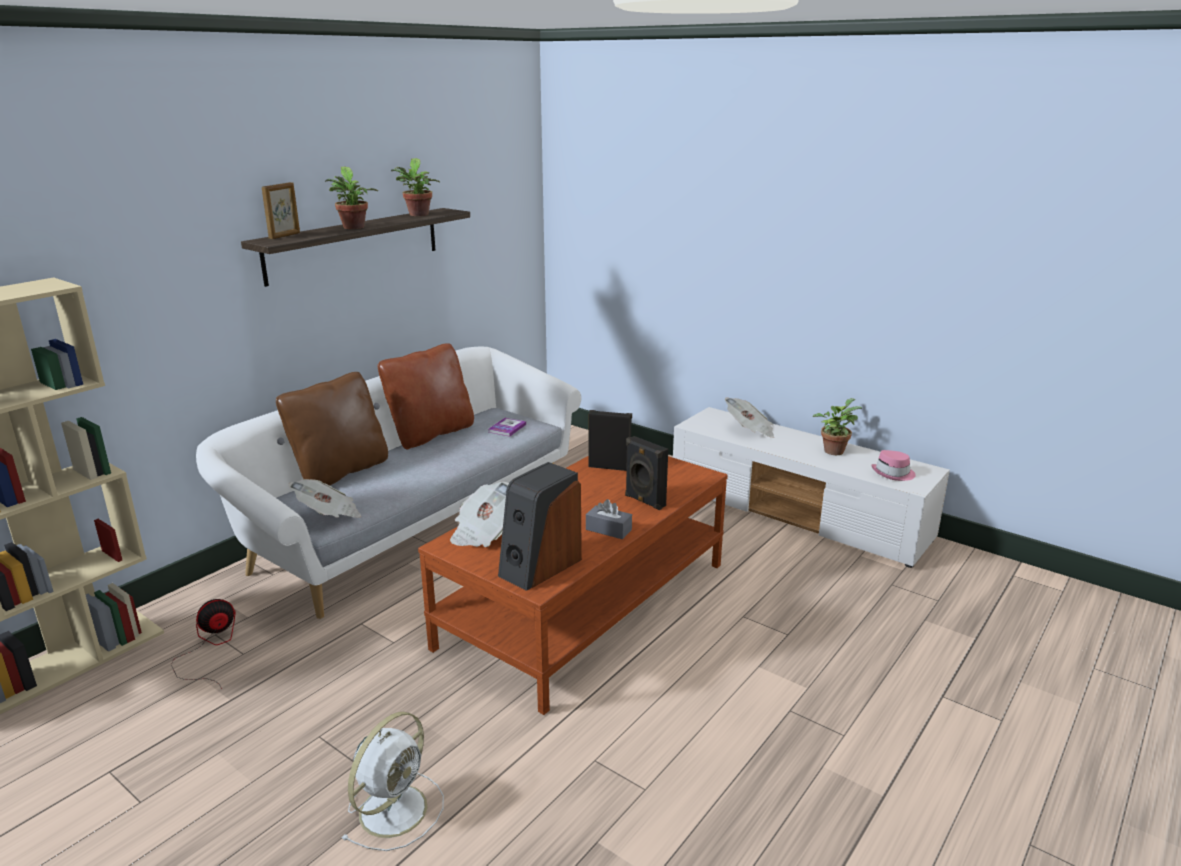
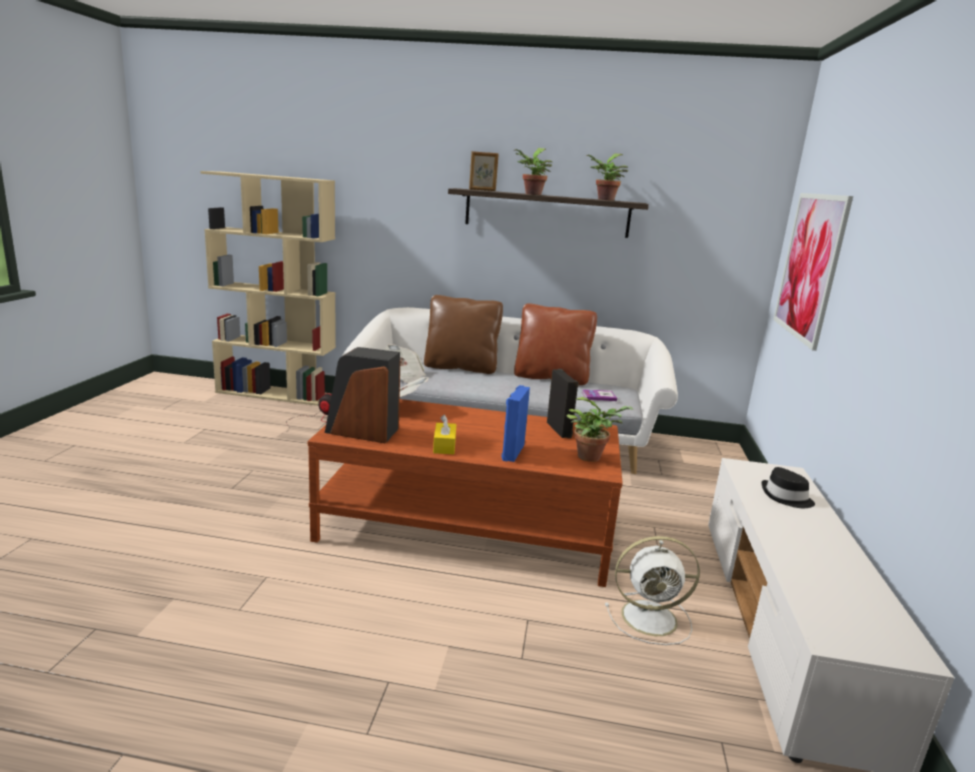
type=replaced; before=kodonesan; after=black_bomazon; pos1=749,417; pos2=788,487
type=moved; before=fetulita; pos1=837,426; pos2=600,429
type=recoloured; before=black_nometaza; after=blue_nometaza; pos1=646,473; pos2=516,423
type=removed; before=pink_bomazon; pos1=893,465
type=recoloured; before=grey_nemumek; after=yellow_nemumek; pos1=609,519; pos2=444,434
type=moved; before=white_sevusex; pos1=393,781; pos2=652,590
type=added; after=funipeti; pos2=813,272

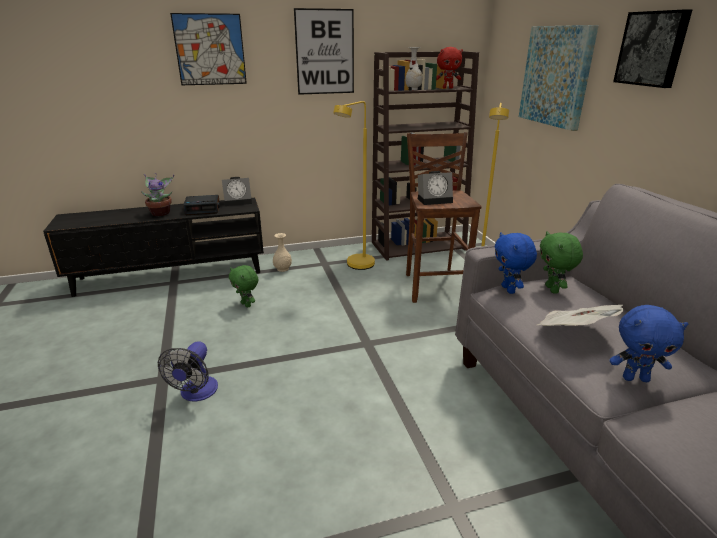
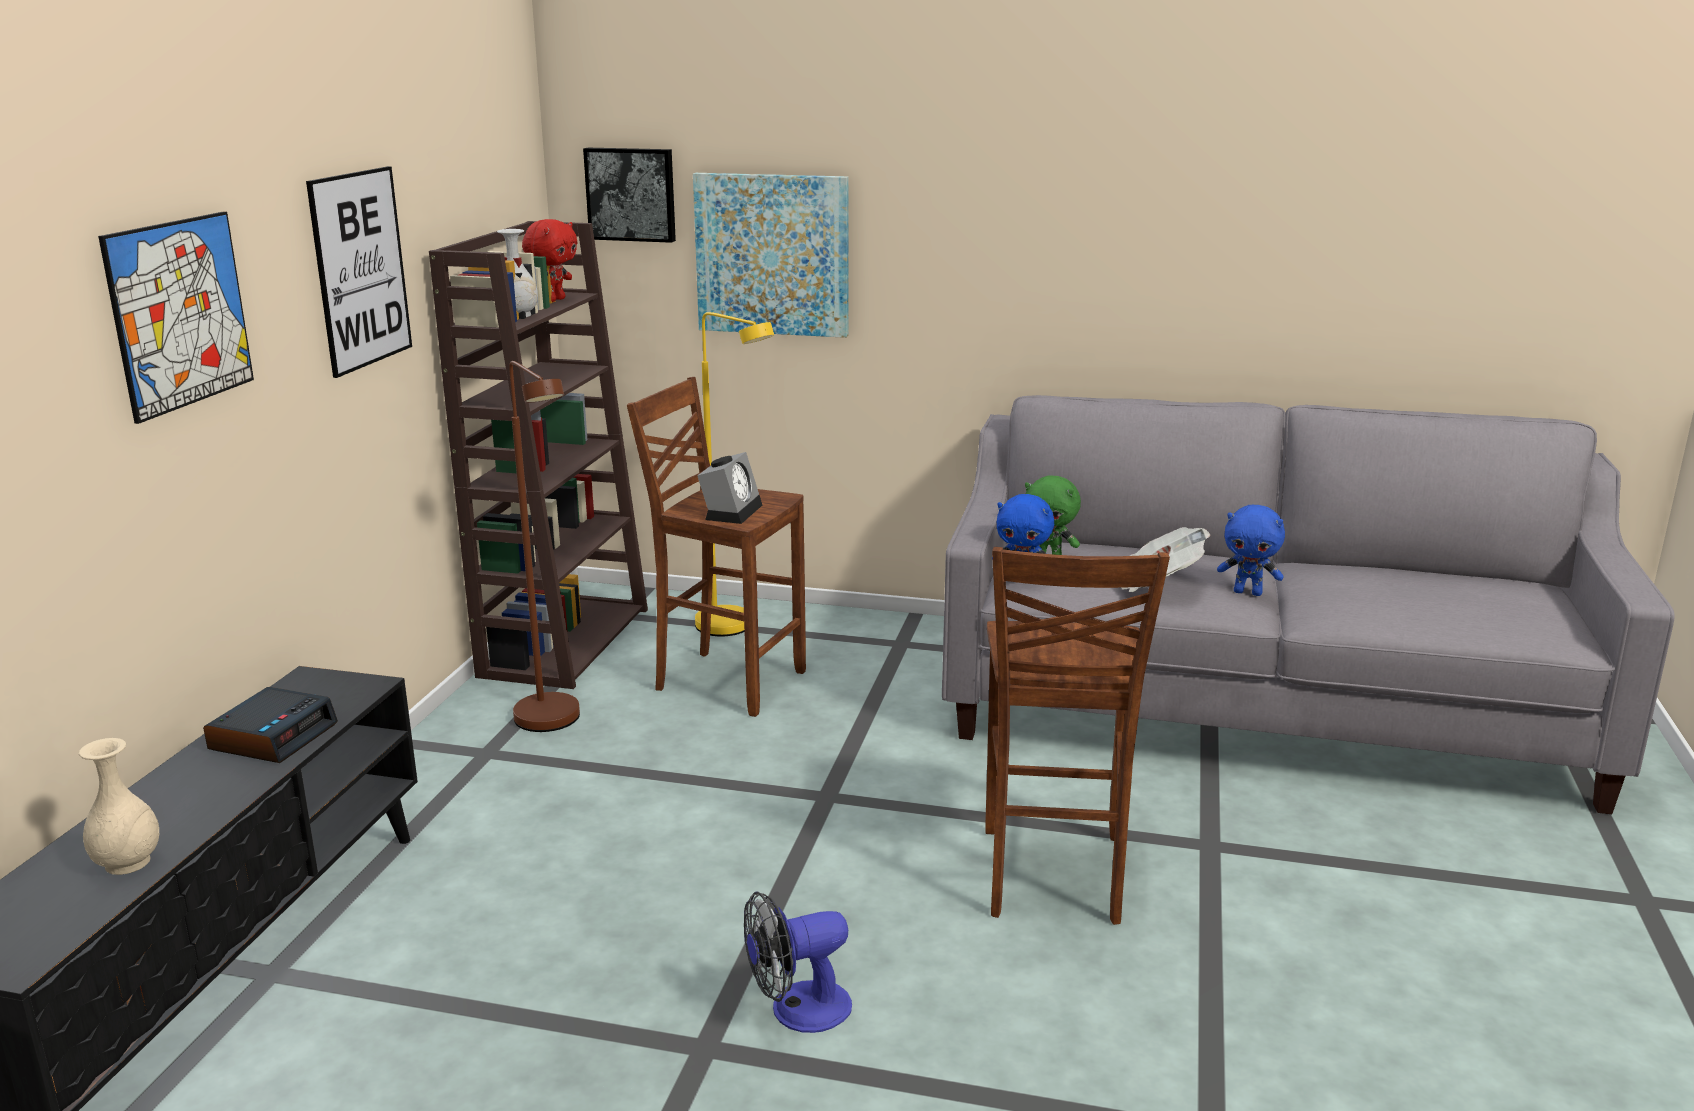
type=moved; before=funipeti; pos1=652,48; pos2=629,195
type=recoloured; before=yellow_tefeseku; after=brown_tefeseku; pos1=354,185; pos2=544,546
type=removed; before=fetulita; pos1=157,194
type=removed; before=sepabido; pos1=237,191
type=moved; before=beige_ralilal; pos1=282,252; pos2=119,806
type=removed; before=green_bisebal; pos1=243,286
type=turned; before=blue_bisebal; pos1=649,343; pos2=1251,550; turn=75
type=turned; before=sevusex; pos1=188,371; pos2=798,962; turn=120
type=added; after=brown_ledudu; pos2=1077,736

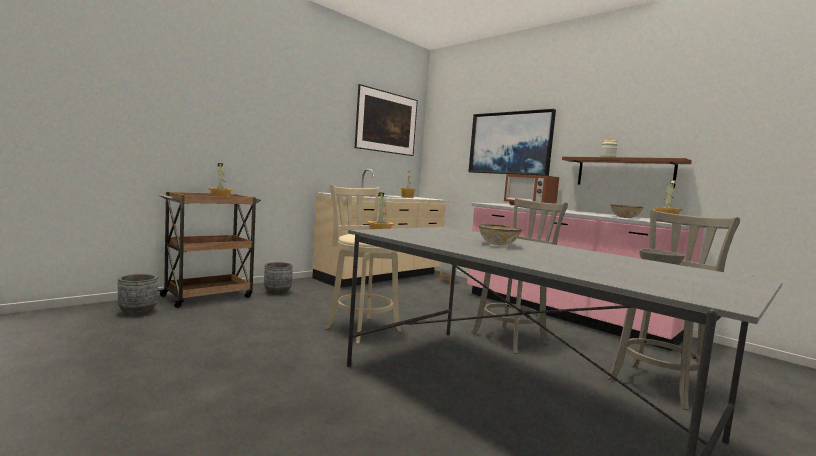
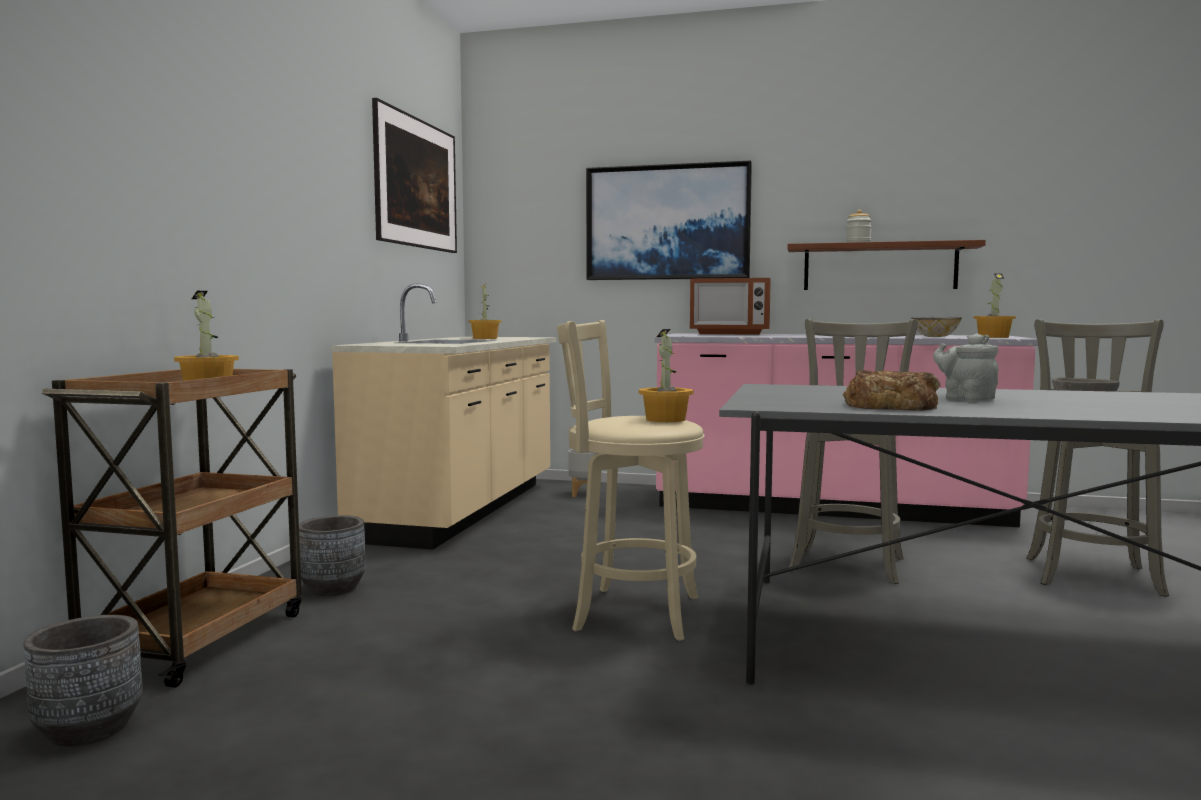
type=replaced; before=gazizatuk; after=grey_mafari; pos1=500,235; pos2=966,367
type=added; after=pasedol; pos2=892,390

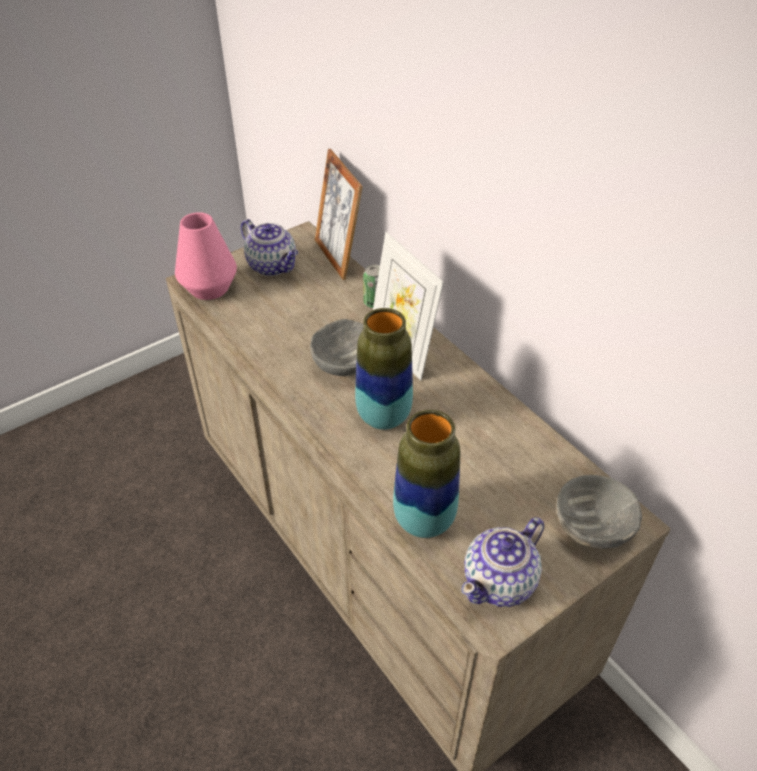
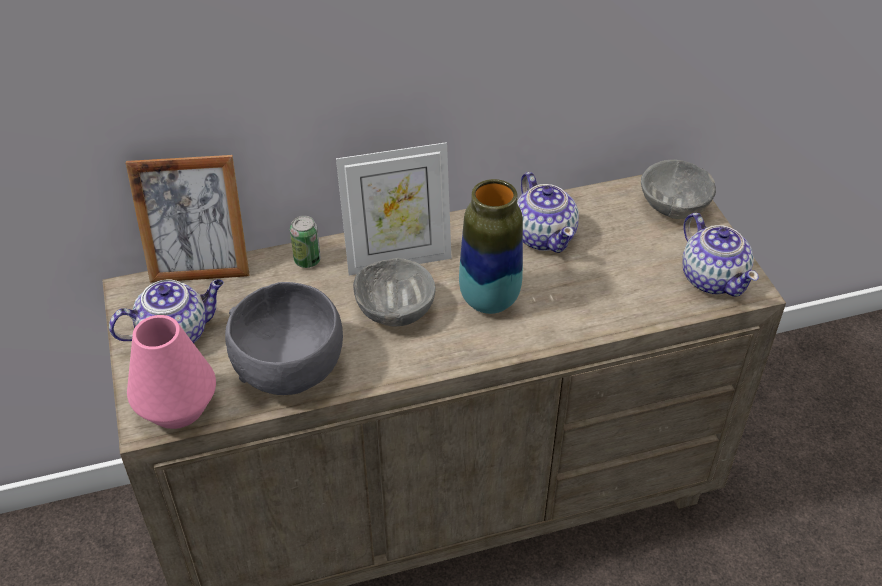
type=removed; before=ralilal; pos1=426,474
type=added; after=mafari; pos2=548,212
type=added; after=grey_gazizatuk; pos2=284,338

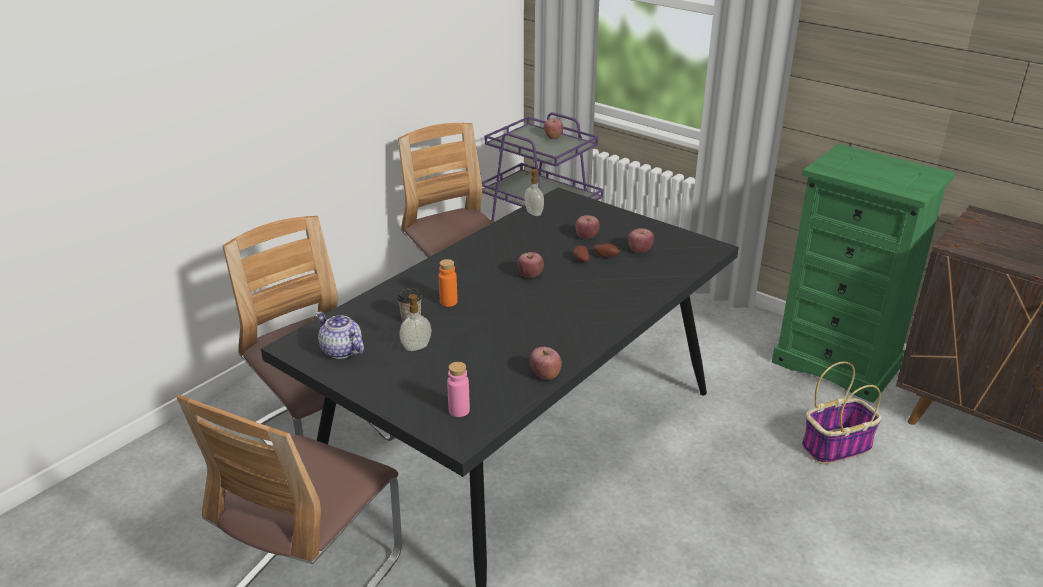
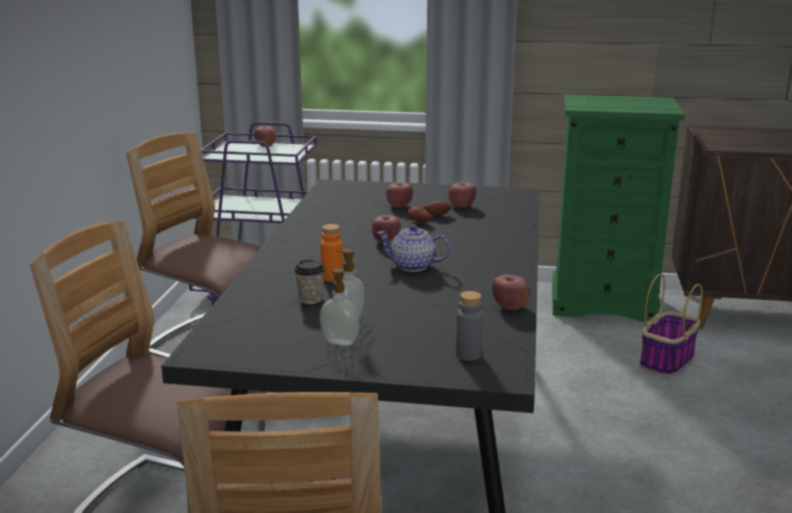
type=moved; before=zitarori; pos1=534,192; pos2=340,307
type=moved; before=mafari; pos1=340,335; pos2=413,248
type=recoloured; before=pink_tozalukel; after=grey_tozalukel; pos1=458,389; pos2=469,326

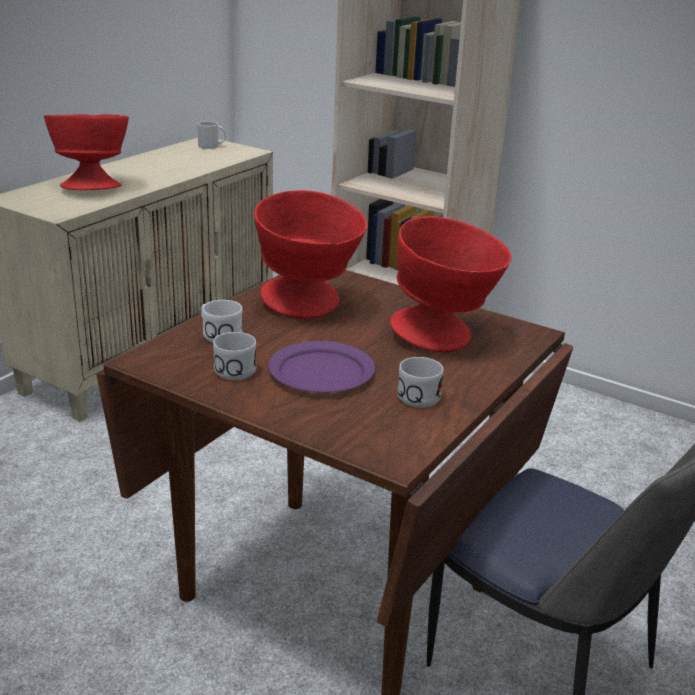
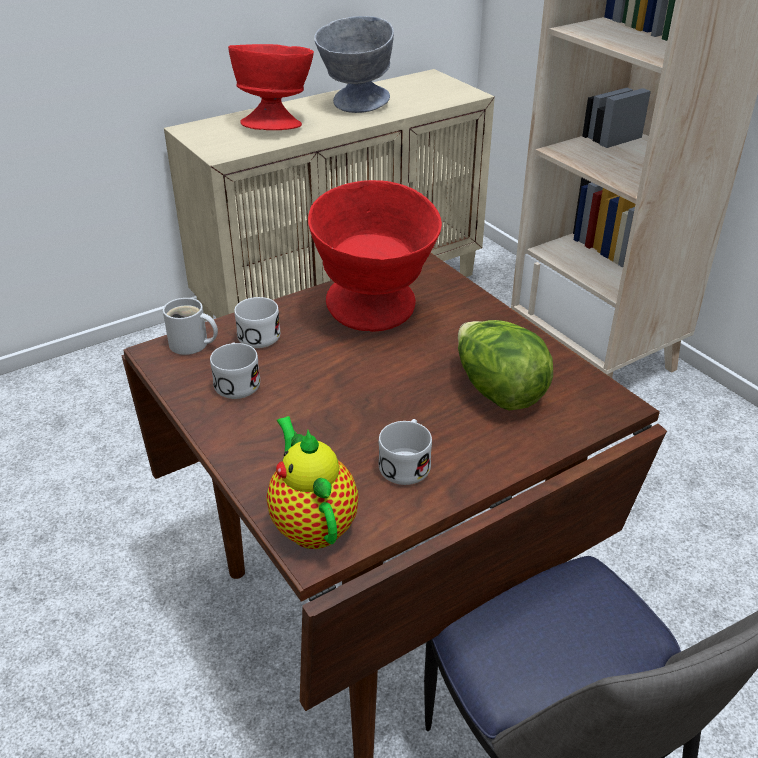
type=moved; before=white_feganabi; pos1=211,135; pos2=190,326
type=replaced; before=red_gazizatuk; after=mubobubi; pos1=450,284; pos2=505,365
type=removed; before=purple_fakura; pos1=321,367
type=added; after=grey_gazizatuk; pos2=354,64
type=added; after=mafari; pos2=313,482

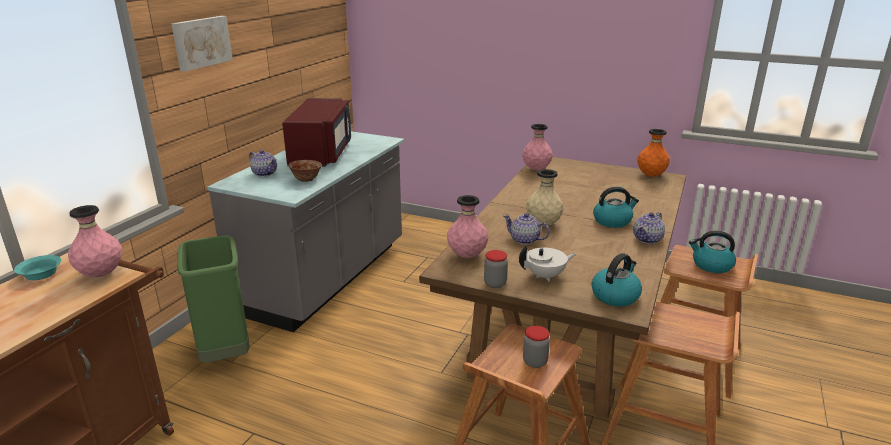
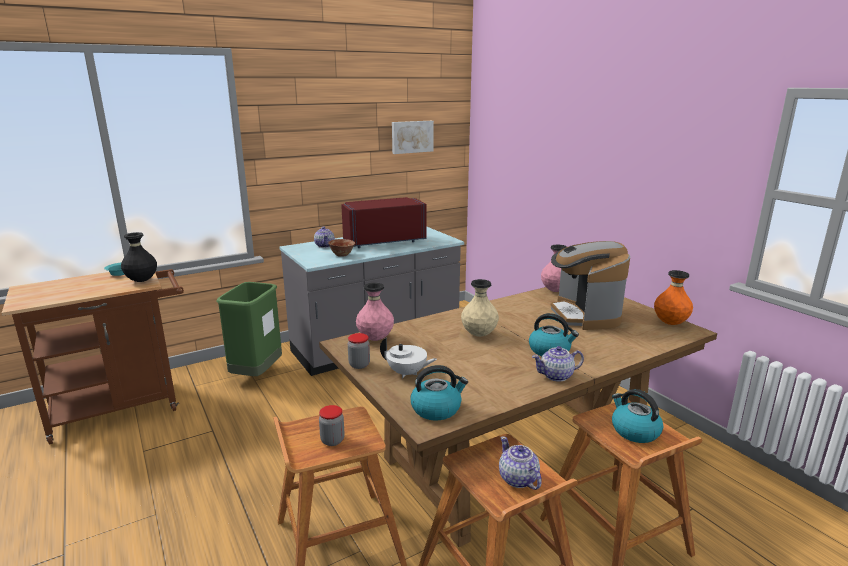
type=moved; before=funipeti; pos1=202,44; pos2=413,137
type=turned; before=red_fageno; pos1=316,132; pos2=383,222; turn=-150
type=recoloured; before=pink_ralilal; after=black_ralilal; pos1=95,241; pos2=139,257
type=moved; before=mafari; pos1=526,229; pos2=520,463
type=added; after=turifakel; pos2=590,285

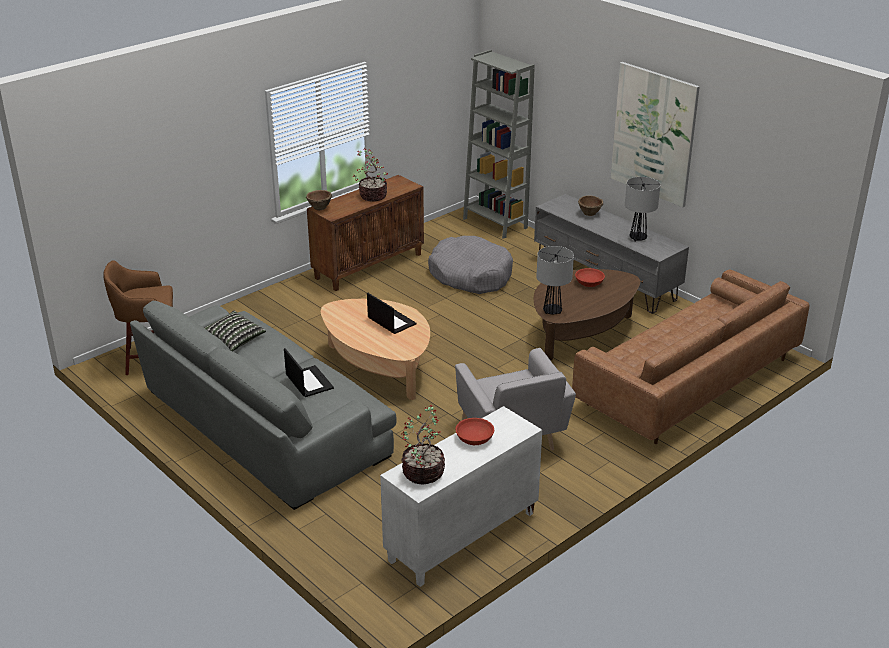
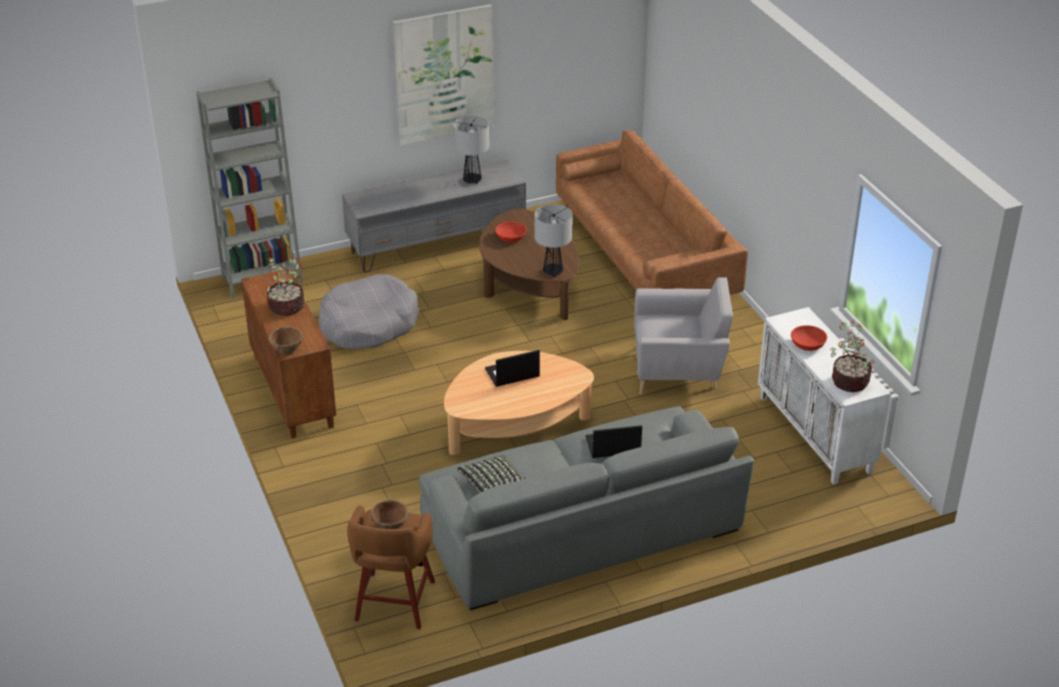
type=moved; before=brown_gazizatuk; pos1=590,205; pos2=389,514

